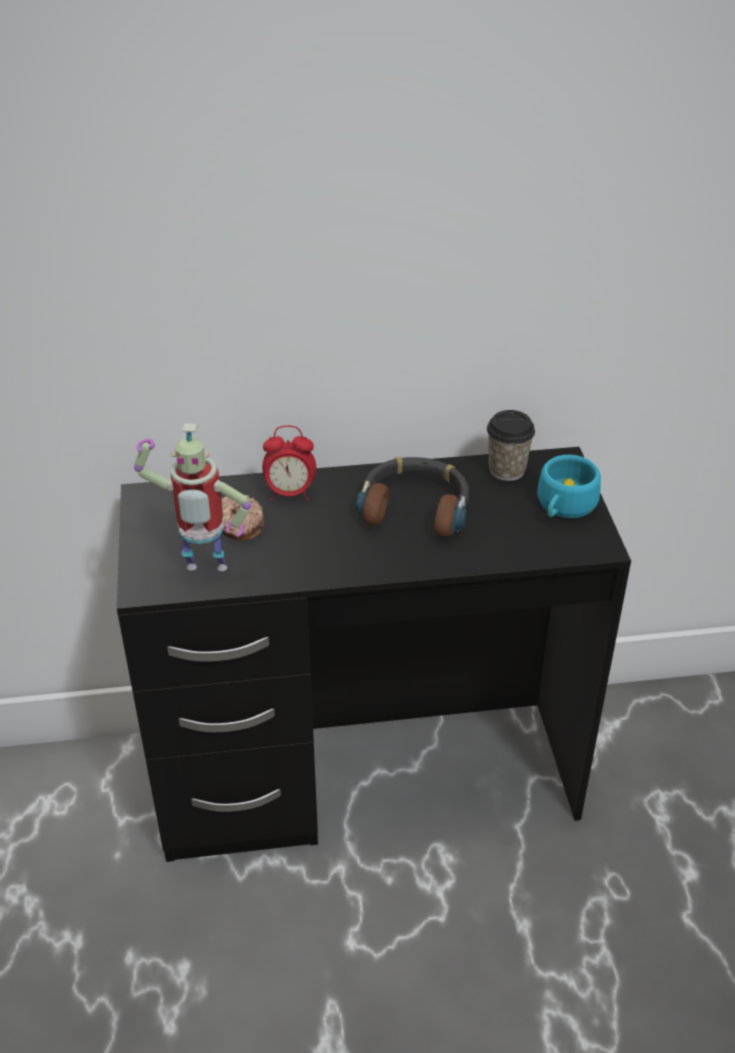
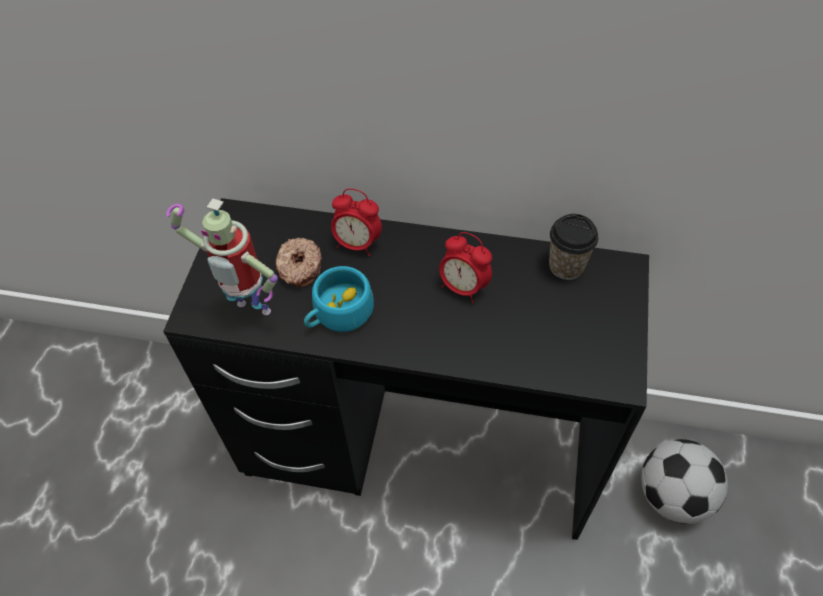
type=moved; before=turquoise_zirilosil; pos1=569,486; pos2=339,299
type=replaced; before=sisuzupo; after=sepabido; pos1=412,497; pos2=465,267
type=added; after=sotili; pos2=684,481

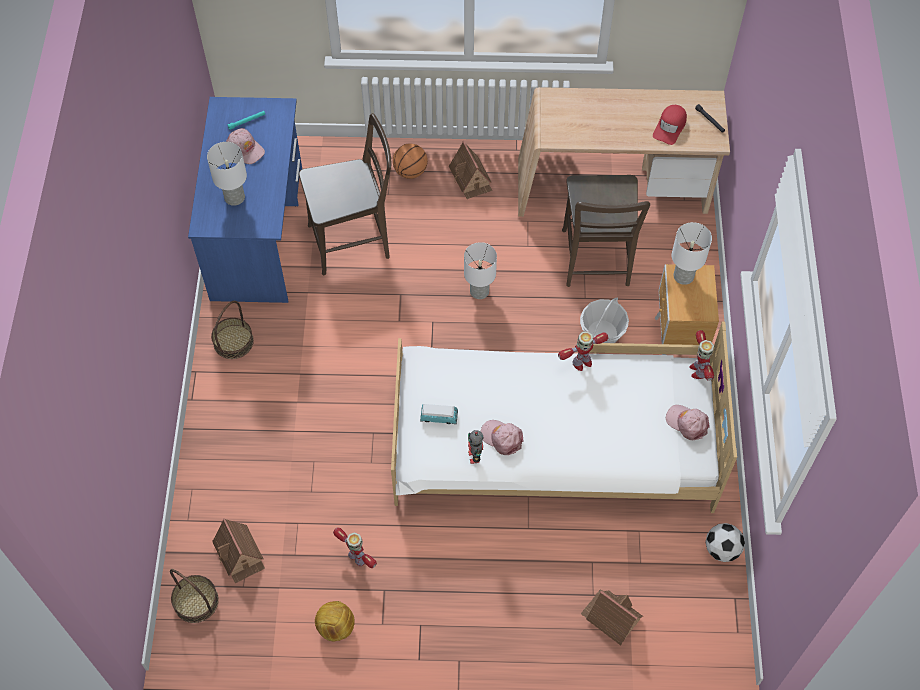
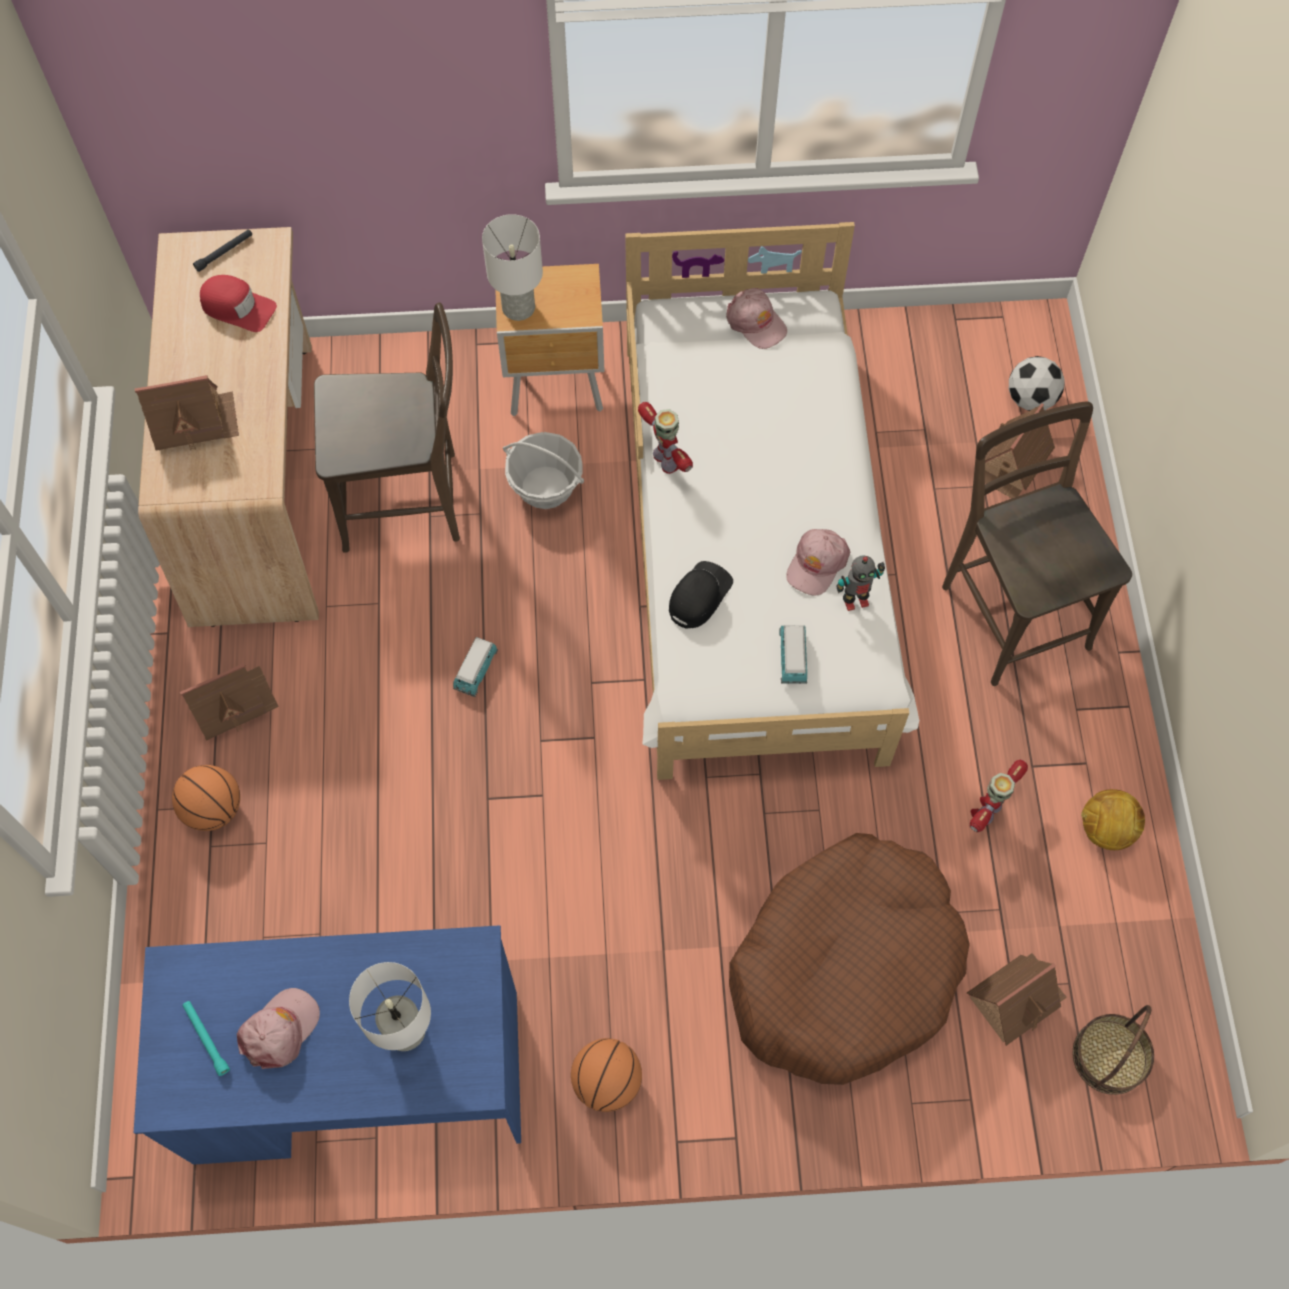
type=moved; before=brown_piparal; pos1=345,194; pos2=1037,543
type=replaced; before=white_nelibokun; after=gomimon; pos1=480,270; pos2=475,667
type=replaced; before=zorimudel; after=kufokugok; pos1=232,330; pos2=606,1075
type=removed; before=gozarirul; pos1=702,355
type=turned; before=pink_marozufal; pos1=688,422; pos2=756,318; turn=-75
type=moved; before=sotili; pos1=725,542; pos2=1037,383
type=added; after=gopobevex; pos2=187,412
type=added; after=black_marozufal; pos2=701,595
type=added; after=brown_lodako; pos2=849,959

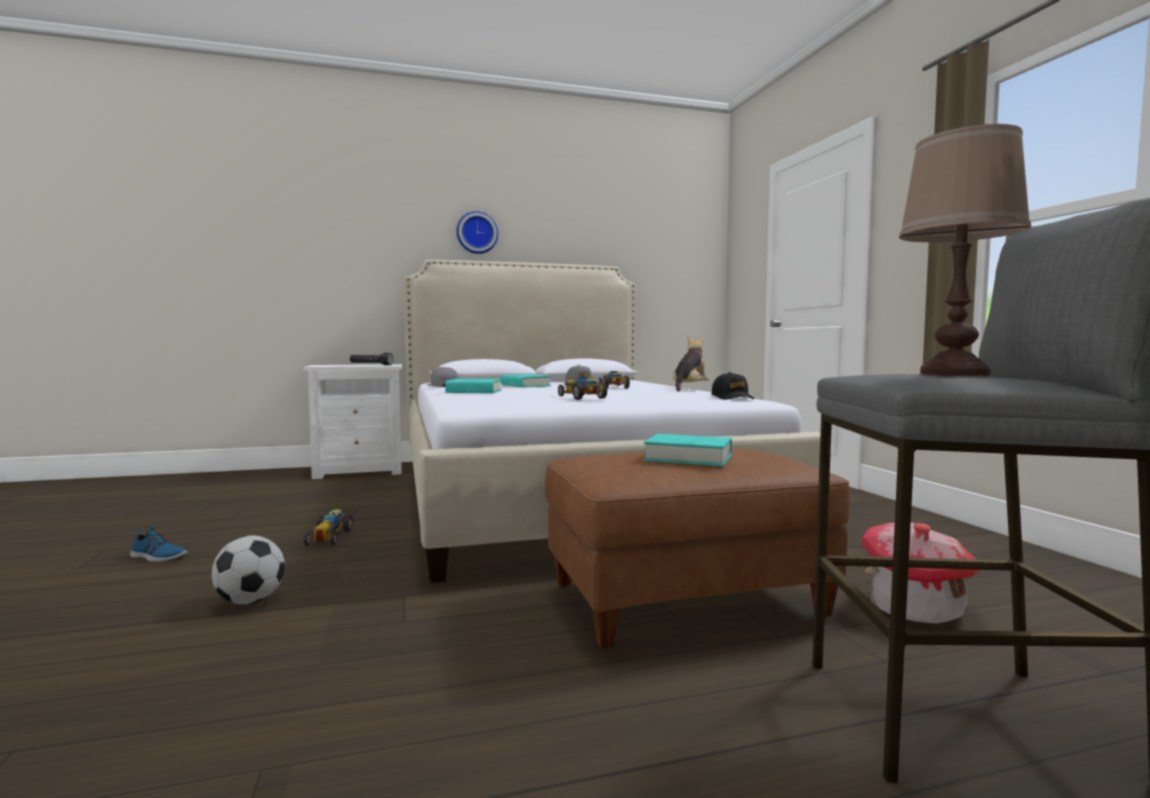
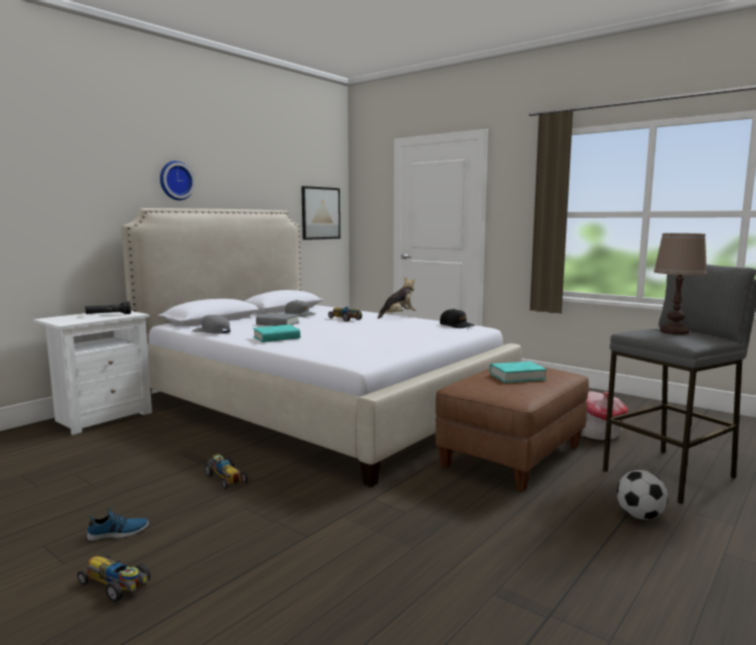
type=turned; before=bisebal; pos1=691,364; pos2=396,298; turn=60
type=recoloured; before=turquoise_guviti; after=grey_guviti; pos1=526,380; pos2=277,319
type=moved; before=gomimon; pos1=582,388; pos2=113,579
type=moved; before=sotili; pos1=248,569; pos2=642,495
type=added; after=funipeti; pos2=320,213

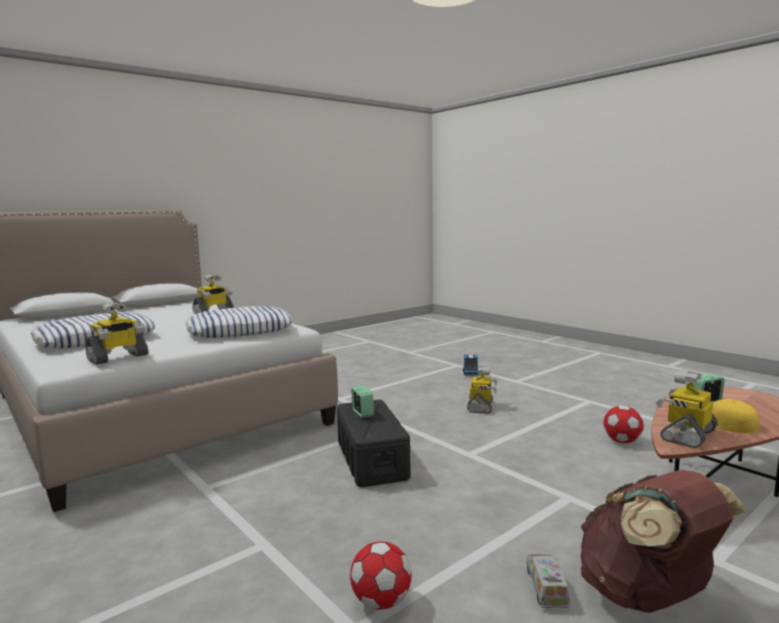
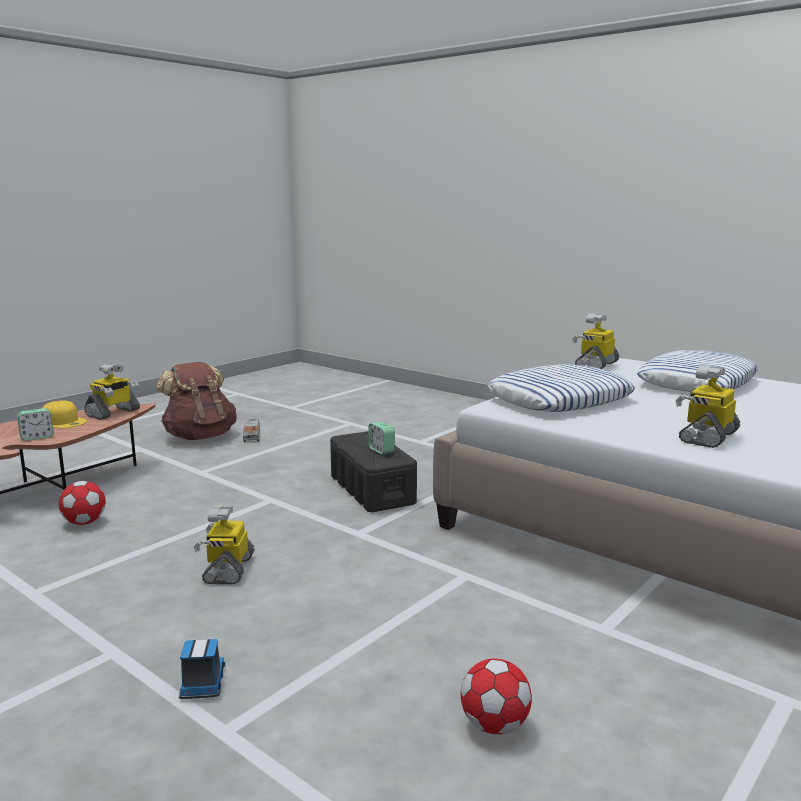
type=moved; before=sotili; pos1=380,575; pos2=496,696

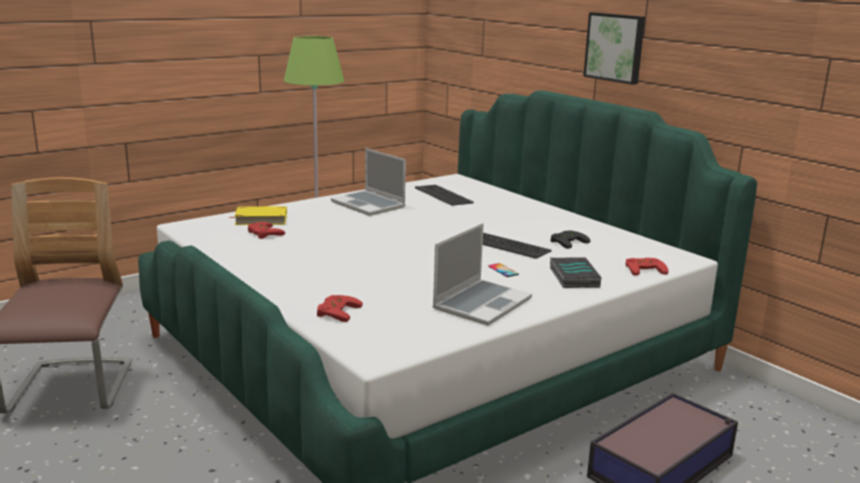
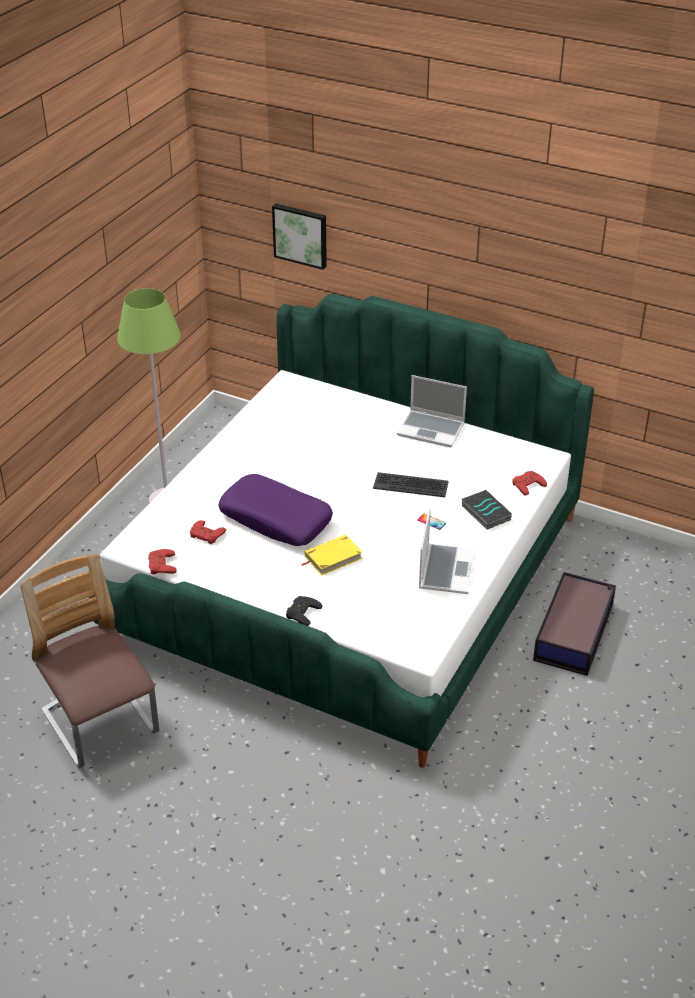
type=moved; before=funipeti; pos1=614,48; pos2=299,236
type=moved; before=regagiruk; pos1=368,182; pos2=432,411
type=removed; before=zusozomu; pos1=444,195
type=moved; before=yellow_guviti; pos1=258,215; pos2=331,555
type=moved; before=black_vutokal; pos1=570,239; pos2=304,611
type=moved; before=red_vutokal; pos1=340,308; pos2=162,562
type=added; after=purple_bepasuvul; pos2=275,510

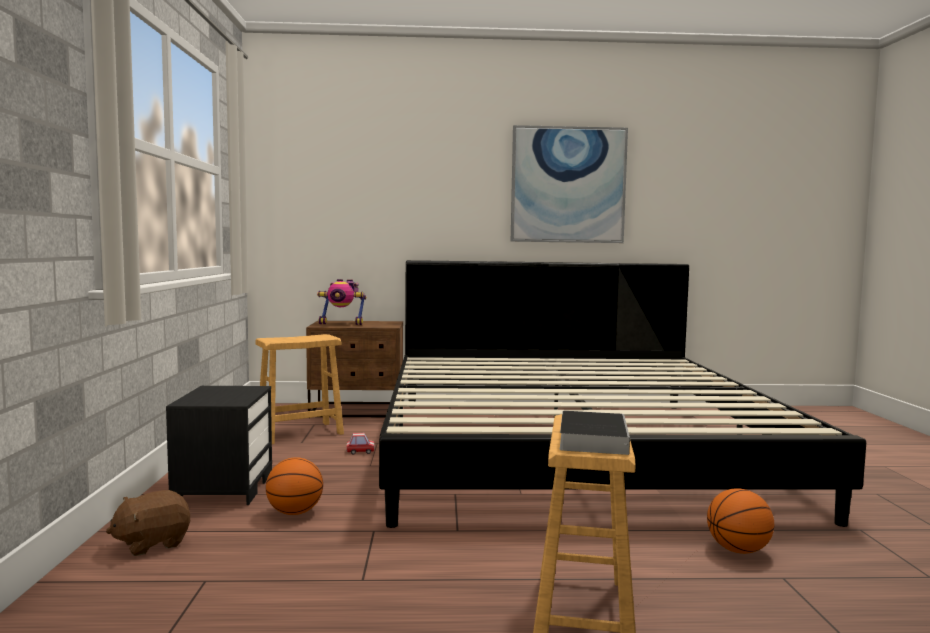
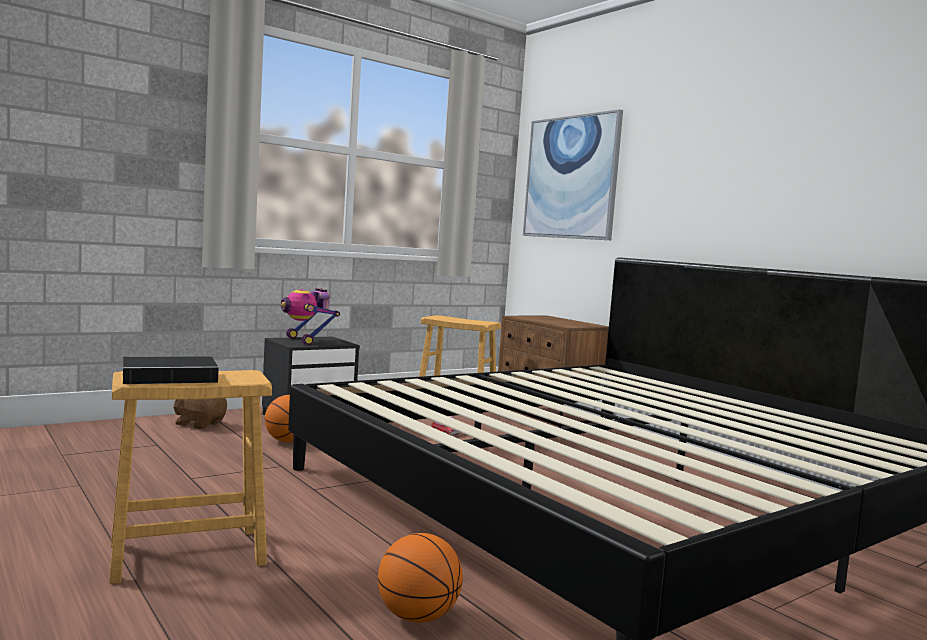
type=moved; before=funipeti; pos1=569,184; pos2=573,174
type=moved; before=gozarirul; pos1=341,302; pos2=310,316

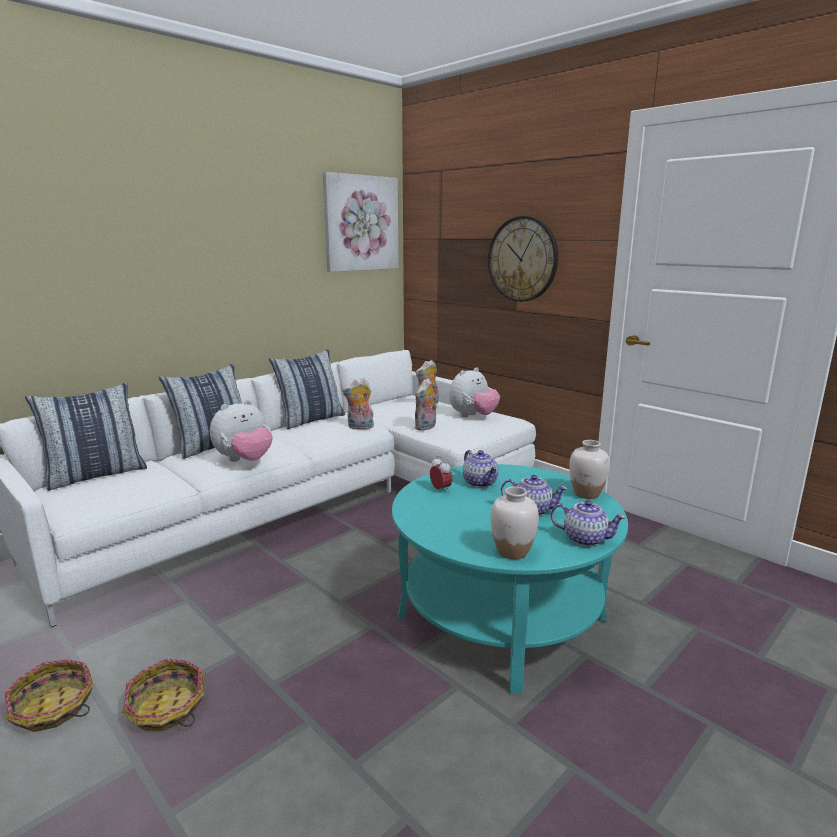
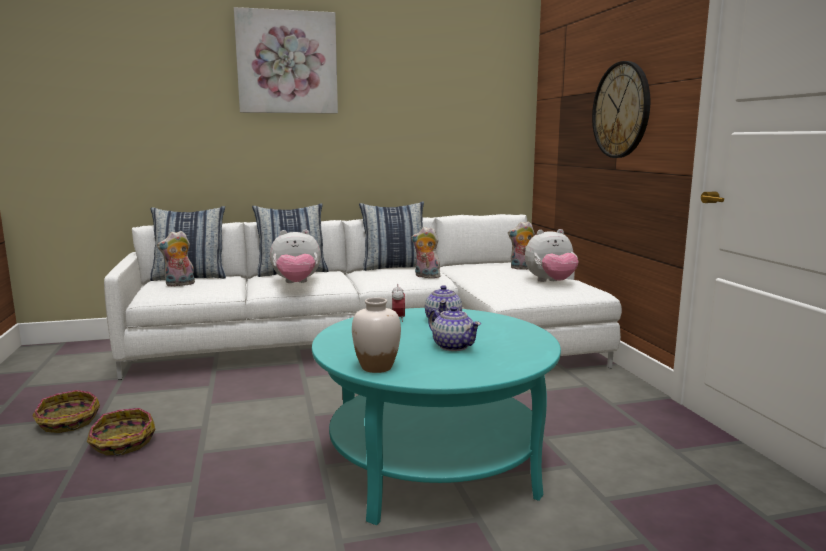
type=moved; before=funipeti; pos1=361,222; pos2=286,60
type=moved; before=bisebal; pos1=426,404; pos2=176,259
type=removed; before=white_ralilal; pos1=589,469
type=removed; before=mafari; pos1=588,523

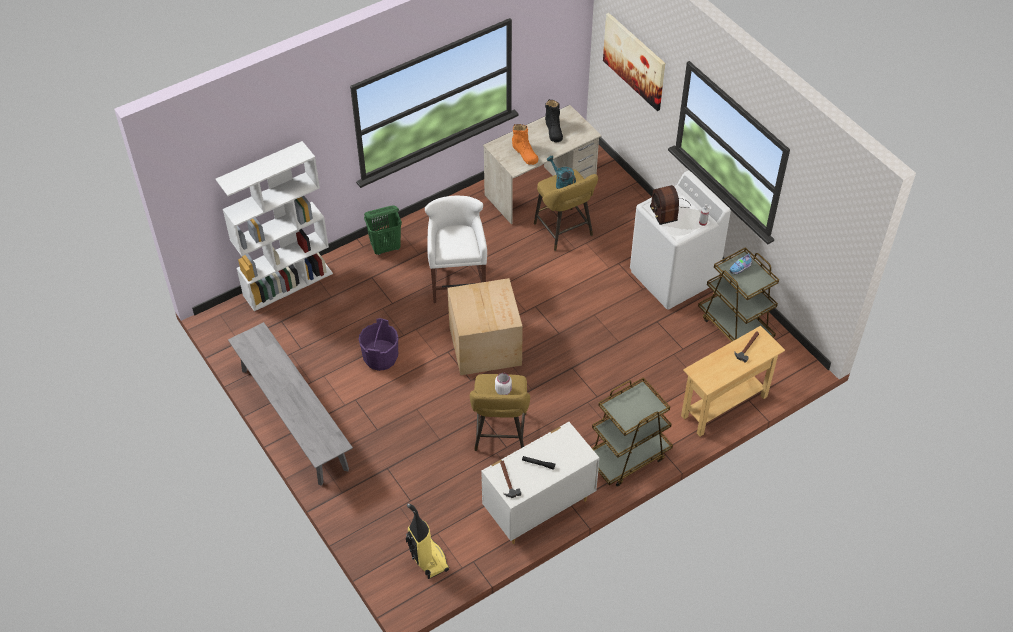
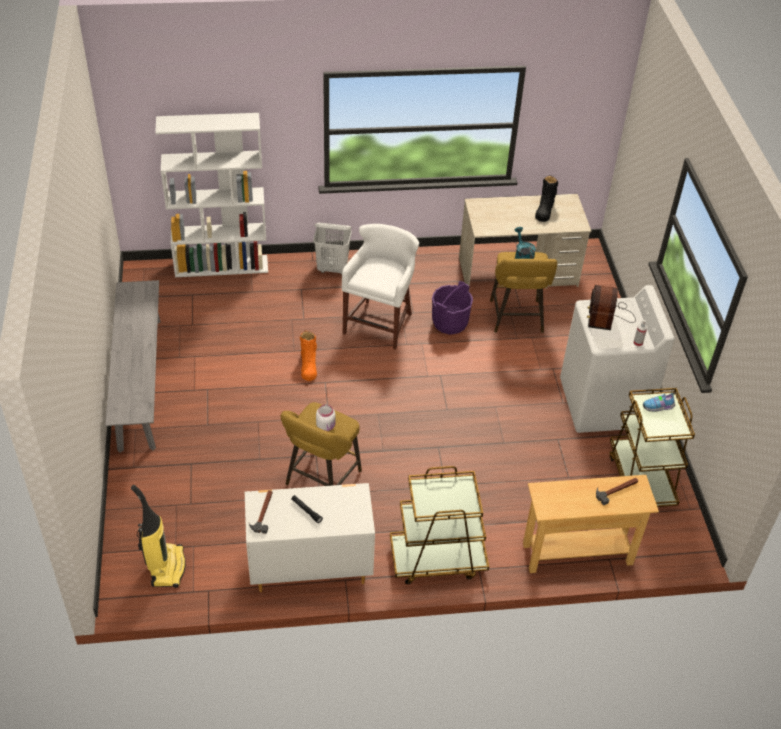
type=removed; before=funipeti; pos1=634,62
type=moved; before=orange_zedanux; pos1=525,144; pos2=308,355
type=recoloured; before=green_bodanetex; after=white_bodanetex; pos1=383,230; pos2=332,249
type=removed; before=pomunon; pos1=485,326
type=moved; before=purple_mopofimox; pos1=378,344; pos2=452,307

